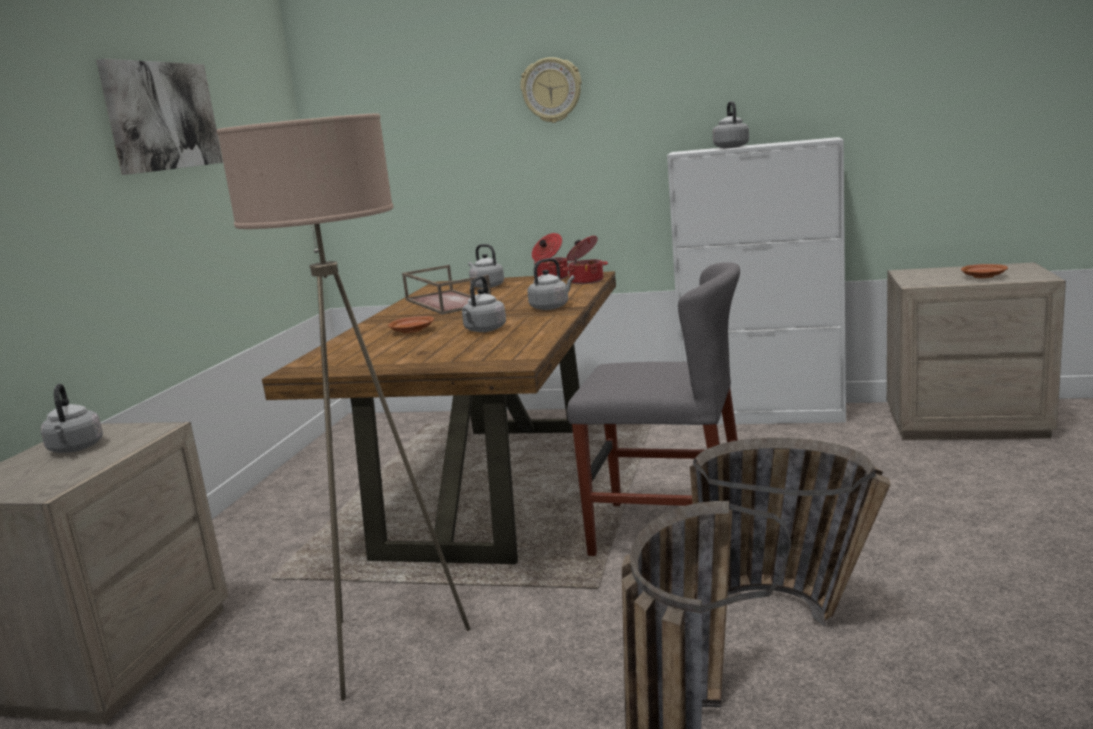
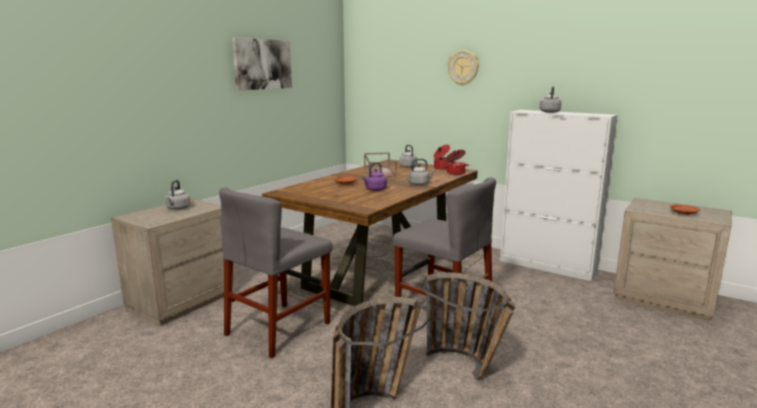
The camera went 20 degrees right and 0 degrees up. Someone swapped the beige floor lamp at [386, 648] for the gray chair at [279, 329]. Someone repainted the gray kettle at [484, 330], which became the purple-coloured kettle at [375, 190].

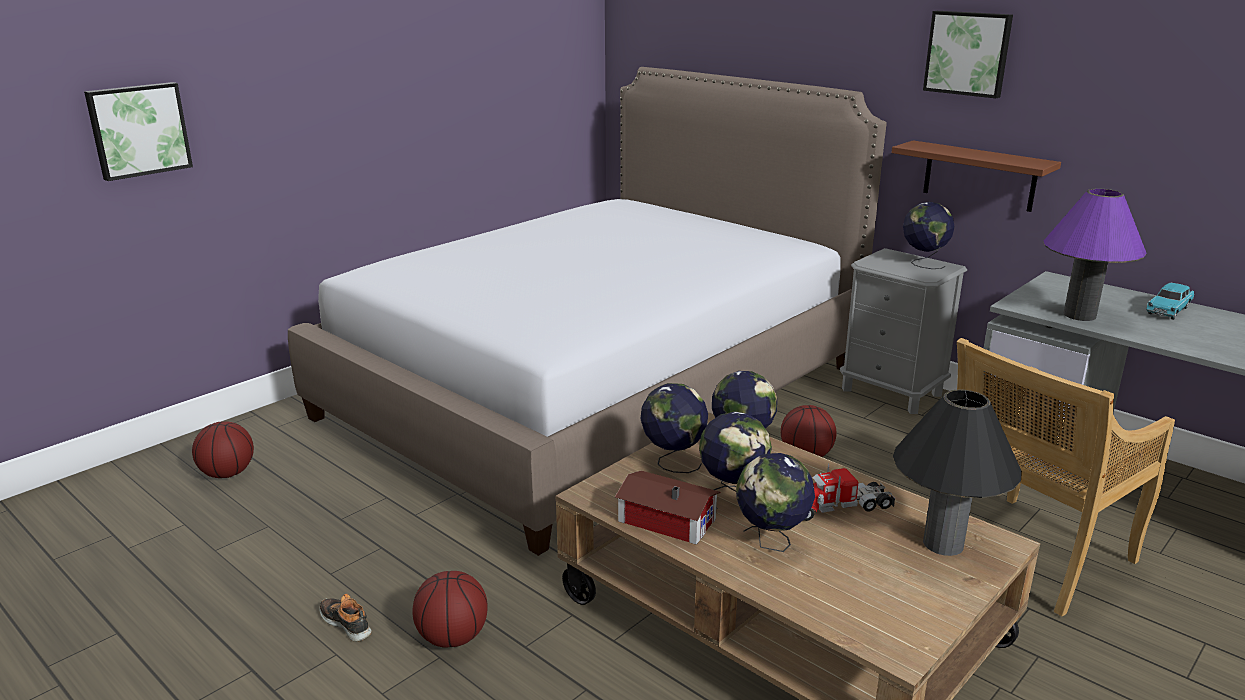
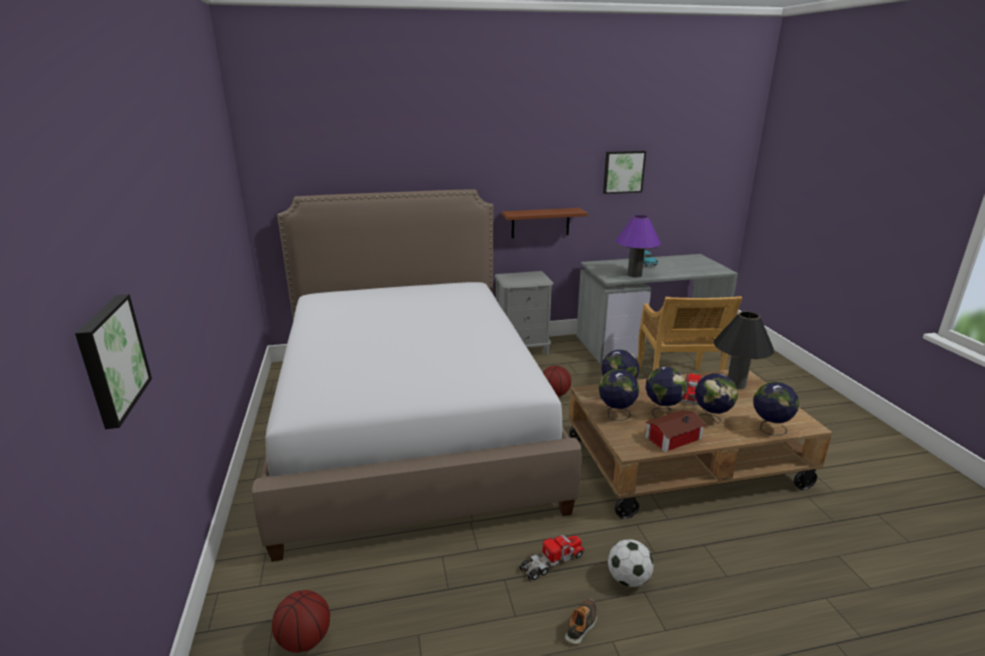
The camera went 55 degrees left and 0 degrees up. Someone carried the wall picture from [968, 53] to [623, 172]. Someone carried the desk globe from [923, 263] to [769, 429]. Someone swapped the basketball ball at [452, 637] for the football at [628, 579]. Someone rotated the low shoe at [346, 623] by 135 degrees clockwise. Someone put down the toy truck at [552, 562].

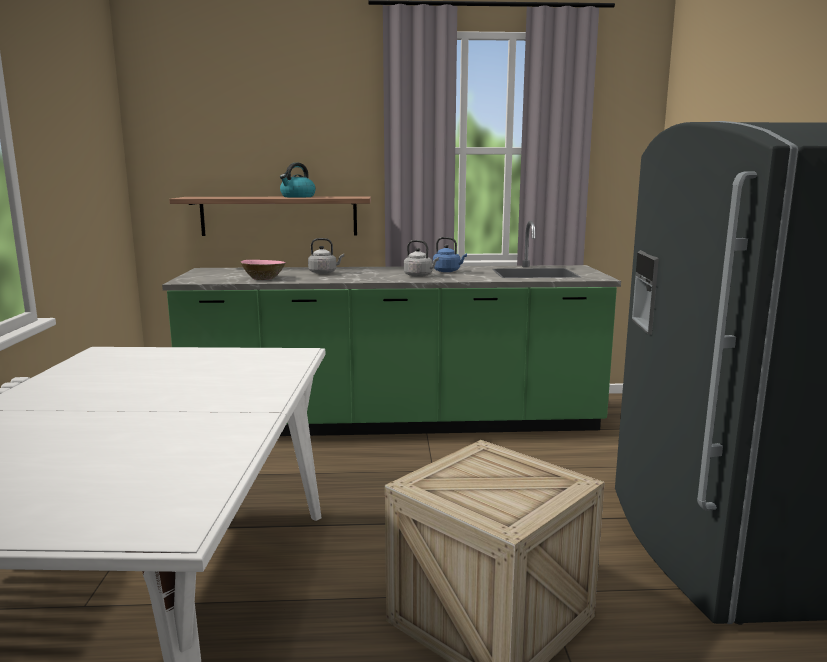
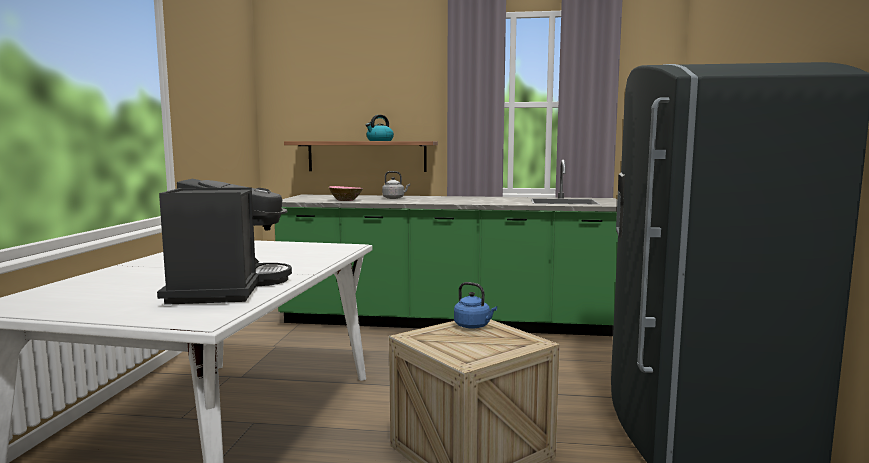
The camera went 10 degrees right and 5 degrees down. Someone carried the bluish kettle from [448, 271] to [473, 326]. Someone took away the gray kettle at [419, 275]. Someone put down the coffee brewer at [225, 288].

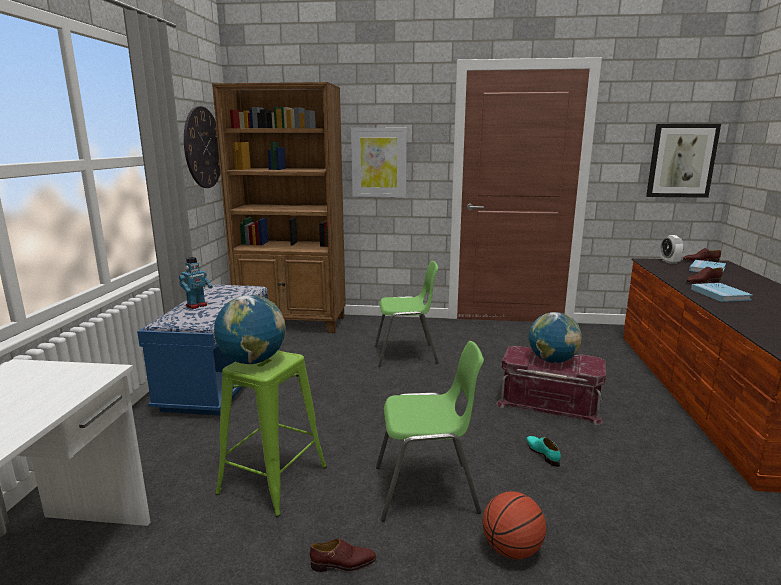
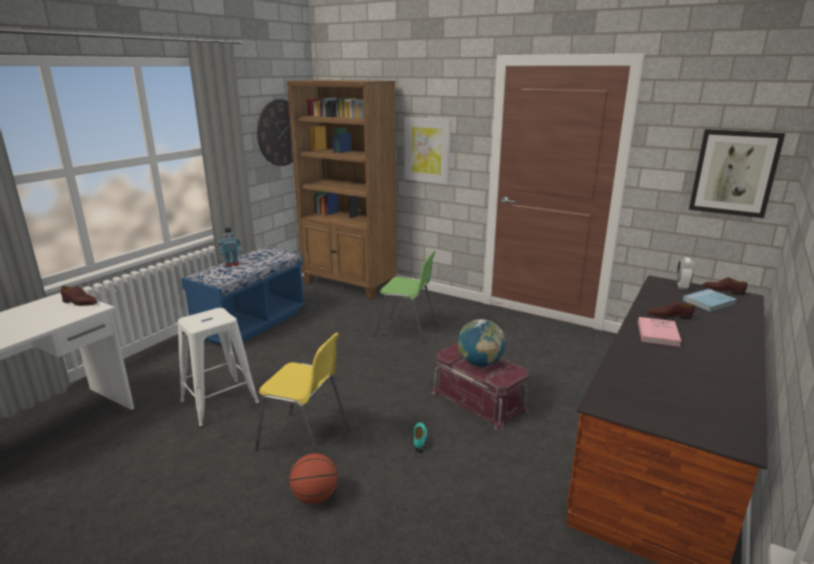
The camera went 25 degrees right and 5 degrees up. Someone repainted the bluish volume at [720, 294], which became the pink-coloured volume at [658, 333]. Someone took away the desk globe at [252, 361]. Someone repainted the green chair at [427, 490], which became the yellow-coloured chair at [305, 439]. Someone repainted the green sitting stool at [272, 480], which became the white-coloured sitting stool at [219, 403]. Someone carried the brown-coloured low shoe from [343, 564] to [79, 303].

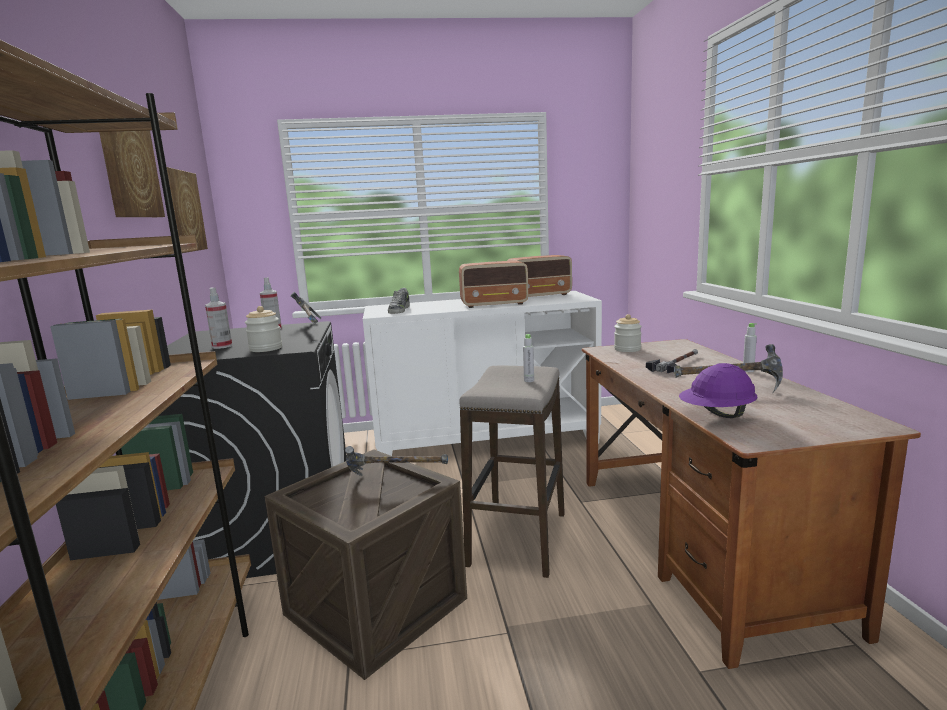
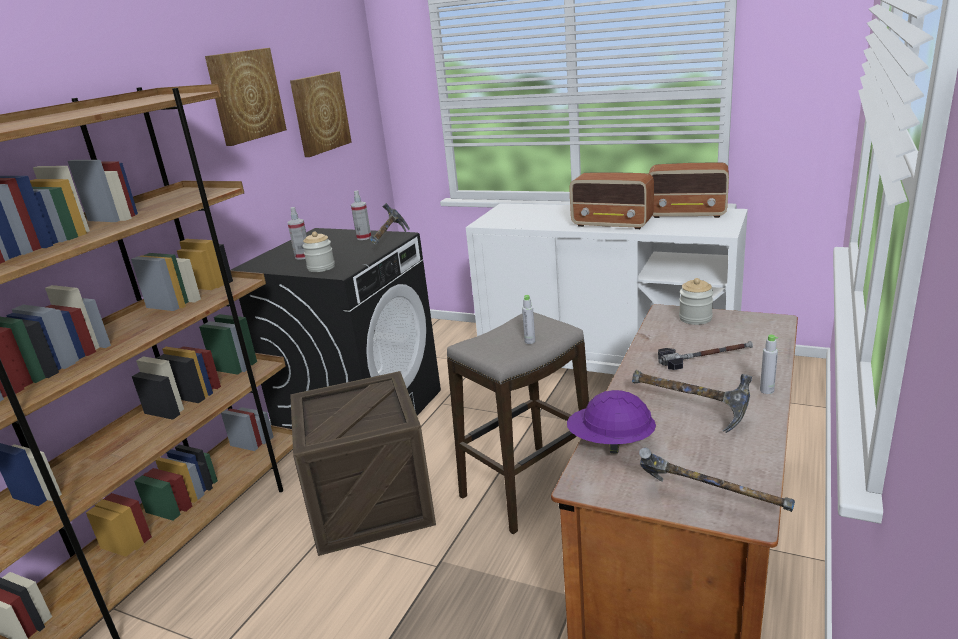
The camera went 35 degrees right and 10 degrees up. Someone took away the low shoe at [399, 310]. Someone carried the hammer from [395, 479] to [707, 506].

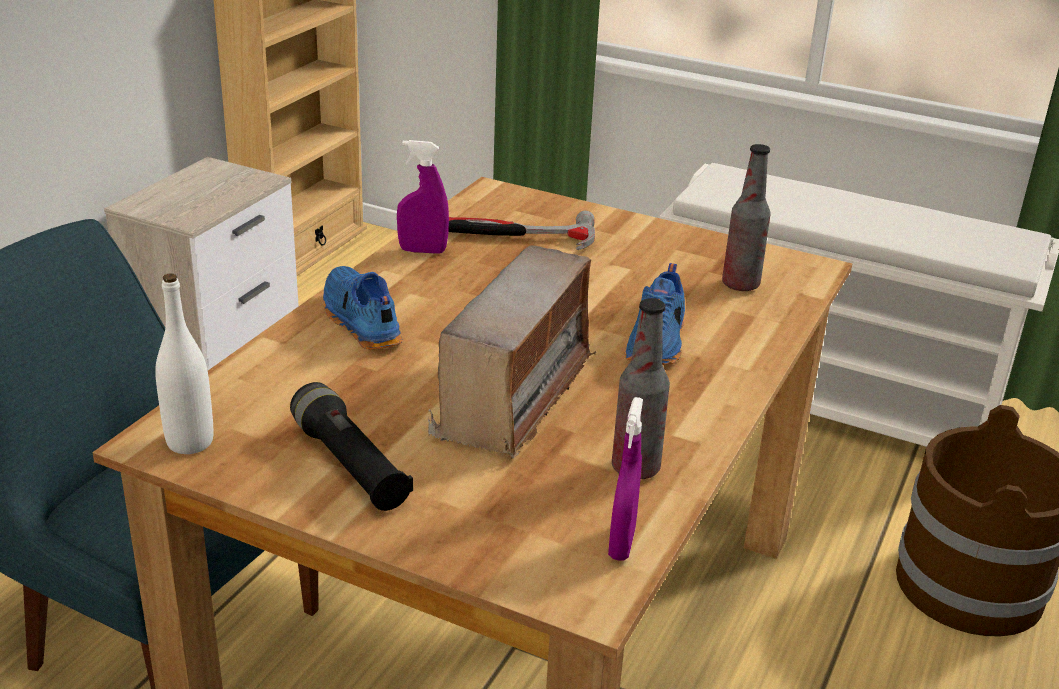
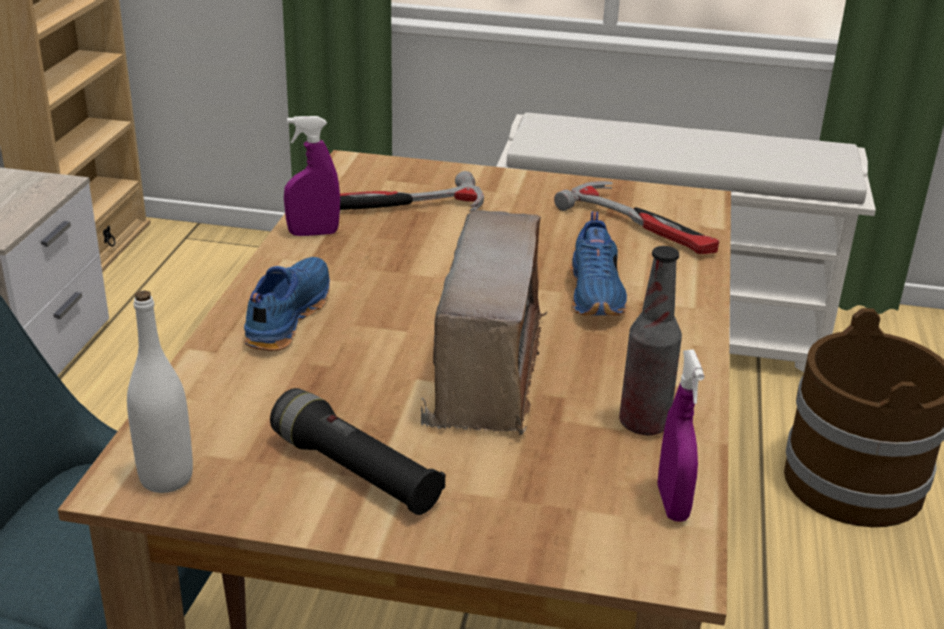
The camera went 15 degrees left and 0 degrees up. Someone swapped the drink bottle at [740, 285] for the hammer at [642, 225]. Someone rotated the bluish low shoe at [359, 322] by 60 degrees clockwise.

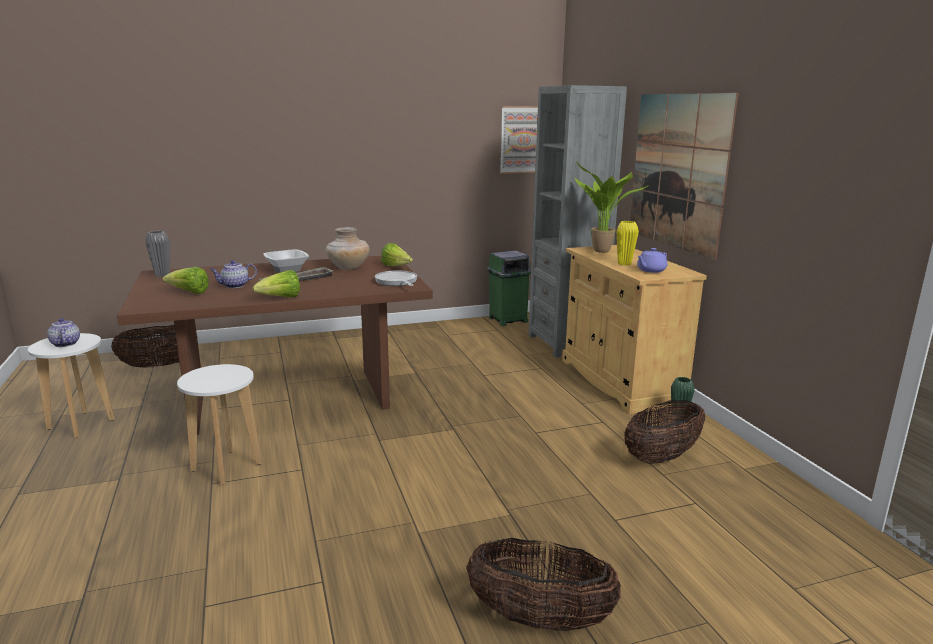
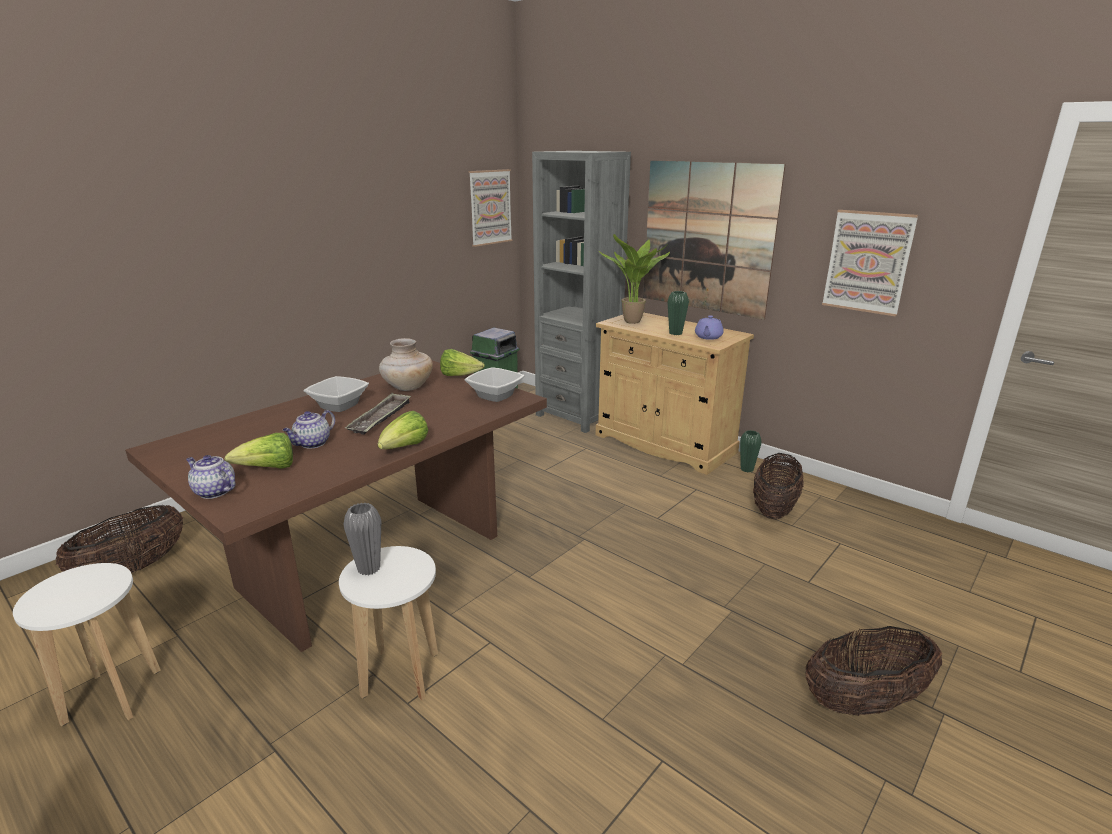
The camera went 30 degrees left and 5 degrees up. Someone repainted the yellow-coloured vase at [624, 263], which became the green vase at [675, 333]. Someone carried the gray vase from [162, 275] to [369, 569]. Someone swapped the pan at [397, 282] for the deep dish at [495, 396]. Someone carried the pot for tea from [65, 344] to [214, 491]. Someone put up the wall picture at [868, 262].

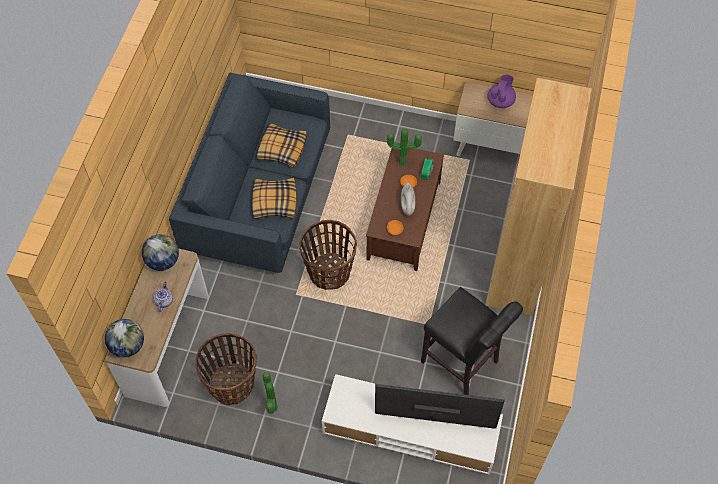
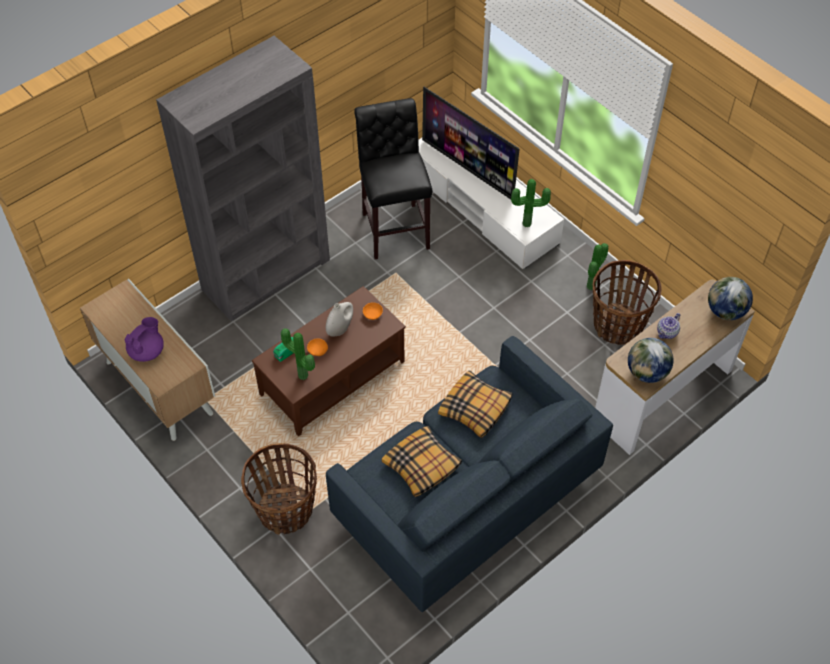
The camera went 145 degrees left and 5 degrees down. Someone rotated the purple-coloured pot for tea at [500, 101] by 150 degrees clockwise. Someone repainted the brown-coloured bookshelf at [517, 265], which became the gray bookshelf at [266, 274]. Someone carried the household basket from [329, 272] to [285, 510]. Someone put down the potted plant at [527, 225].

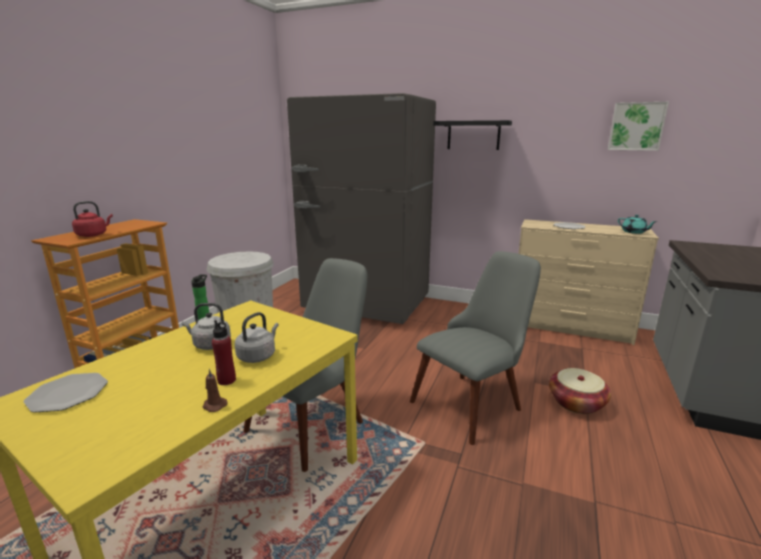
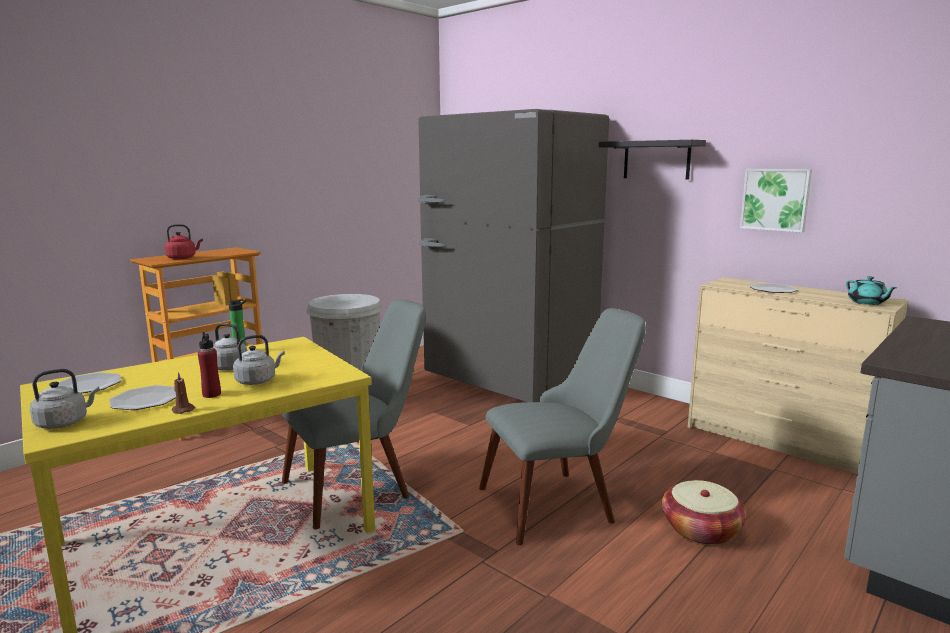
The camera went 20 degrees right and 5 degrees down. Someone carried the wall picture from [636, 126] to [775, 199]. Someone put down the gray kettle at [65, 423]. Someone put down the dinner plate at [146, 400].

